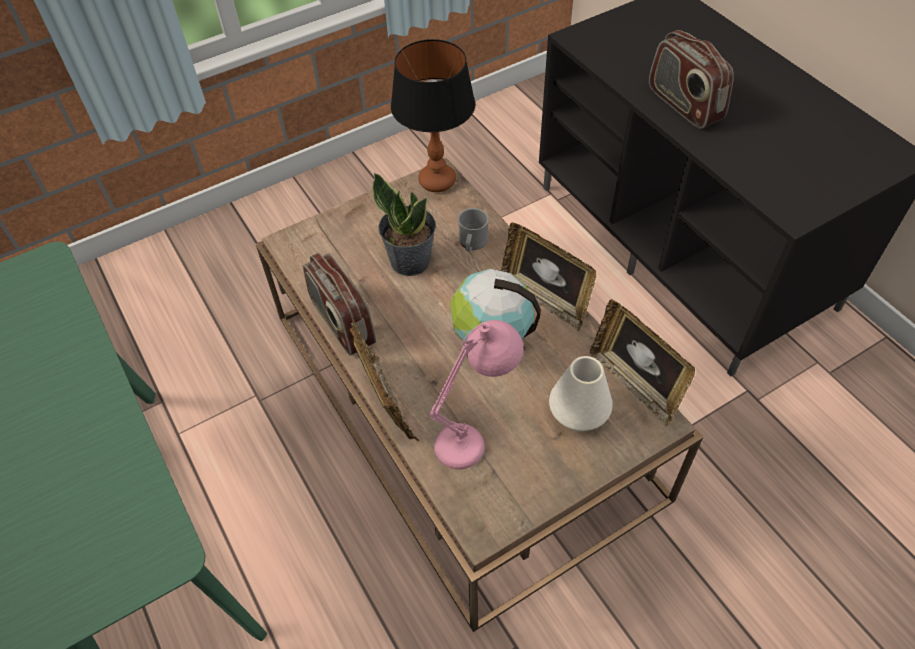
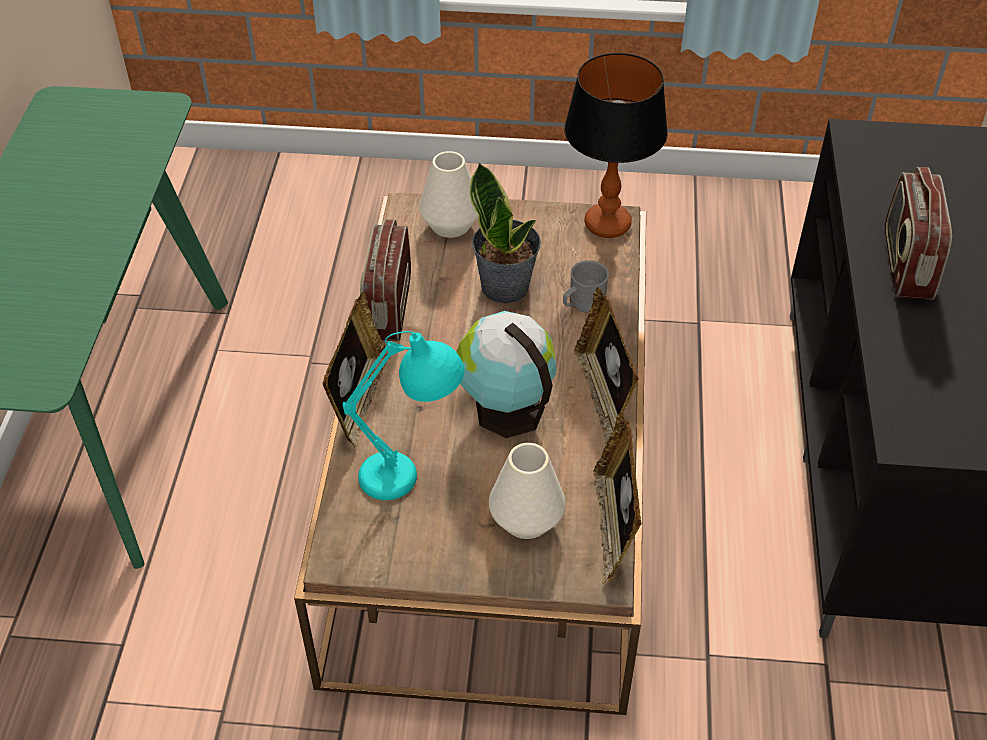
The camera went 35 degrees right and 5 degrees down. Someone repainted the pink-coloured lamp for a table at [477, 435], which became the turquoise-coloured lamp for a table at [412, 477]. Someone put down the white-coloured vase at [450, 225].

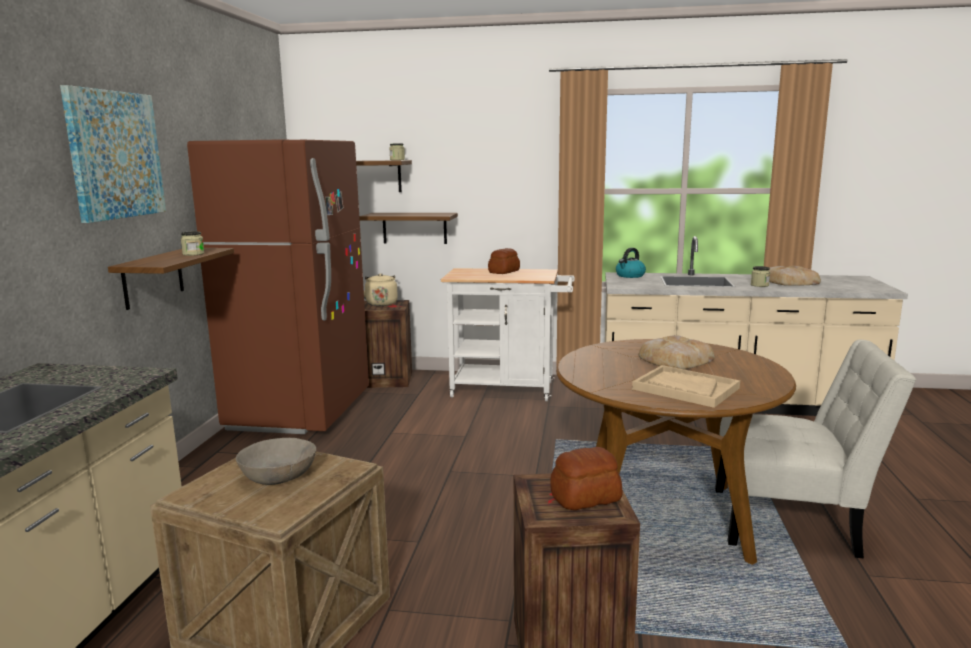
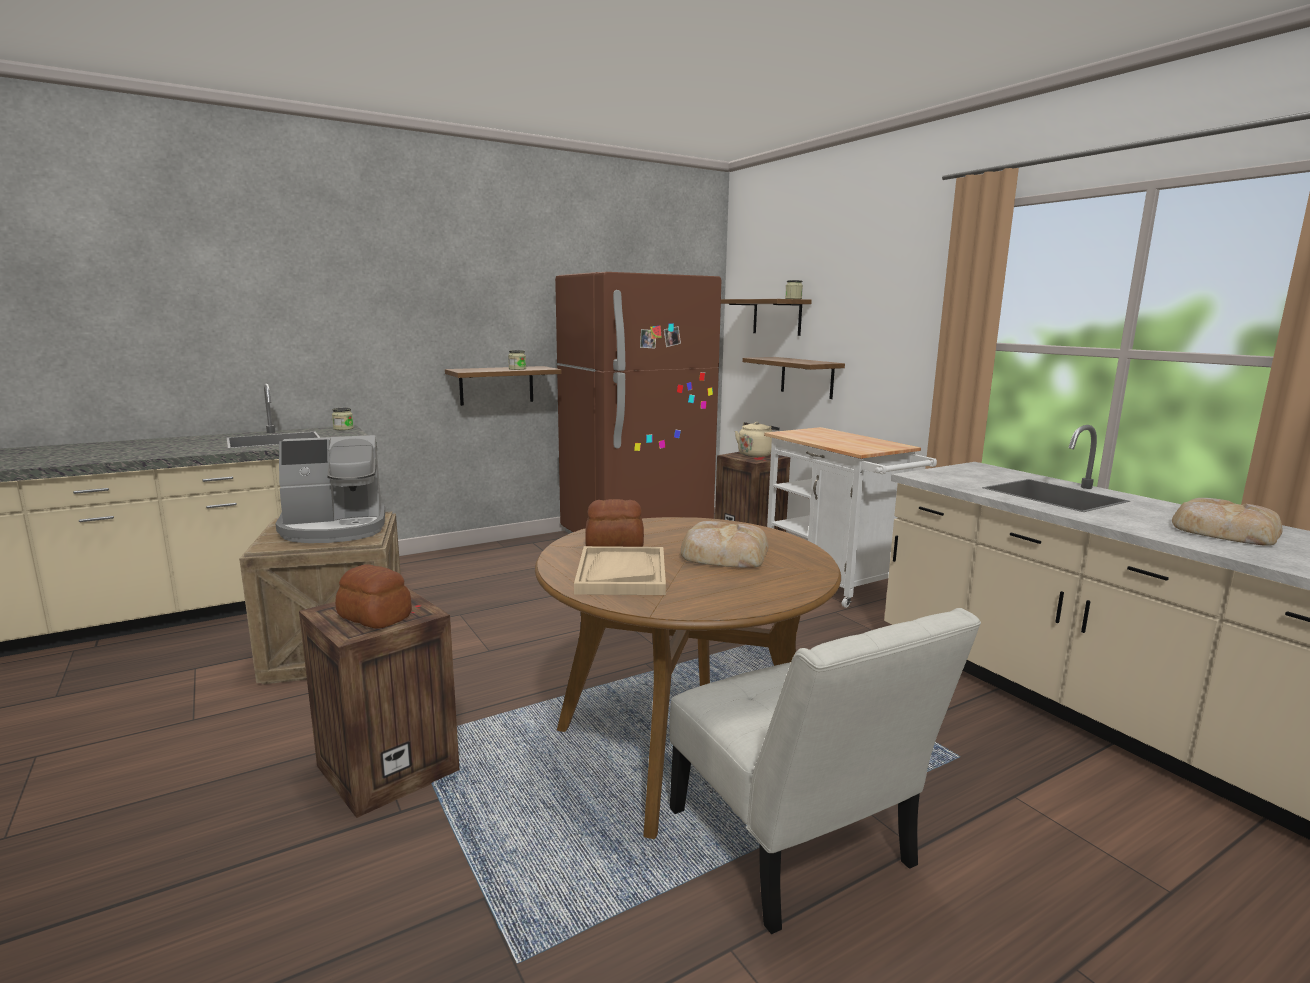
The camera went 50 degrees right and 0 degrees up. Someone took away the wall picture at [115, 155]. Someone carried the bread from [503, 272] to [614, 544]. Someone took away the kettle at [630, 276]. Someone carried the preserve jar from [759, 285] to [343, 428]. Someone swapped the gray deep dish at [278, 475] for the coffee brewer at [334, 529].

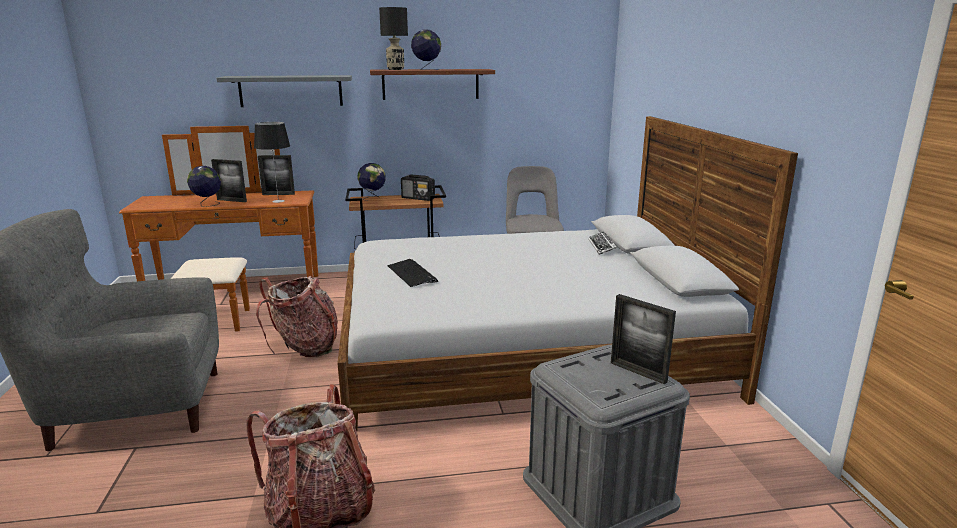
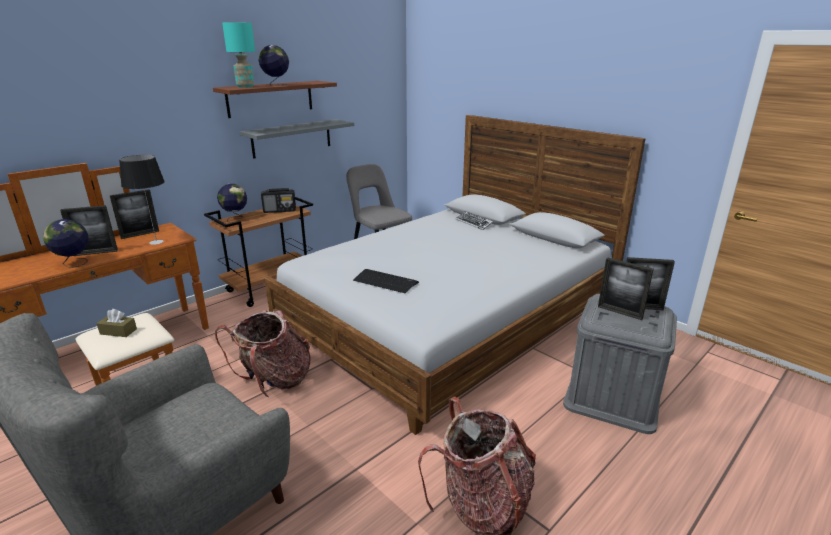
The camera went 35 degrees left and 5 degrees up. Someone repainted the black-coloured lamp for a table at [396, 69], which became the turquoise-coloured lamp for a table at [245, 86]. Someone carried the gray shelf from [291, 91] to [292, 138]. Someone put down the standing frame at [619, 312]. Someone put down the brown-coloured tissue box at [118, 331].

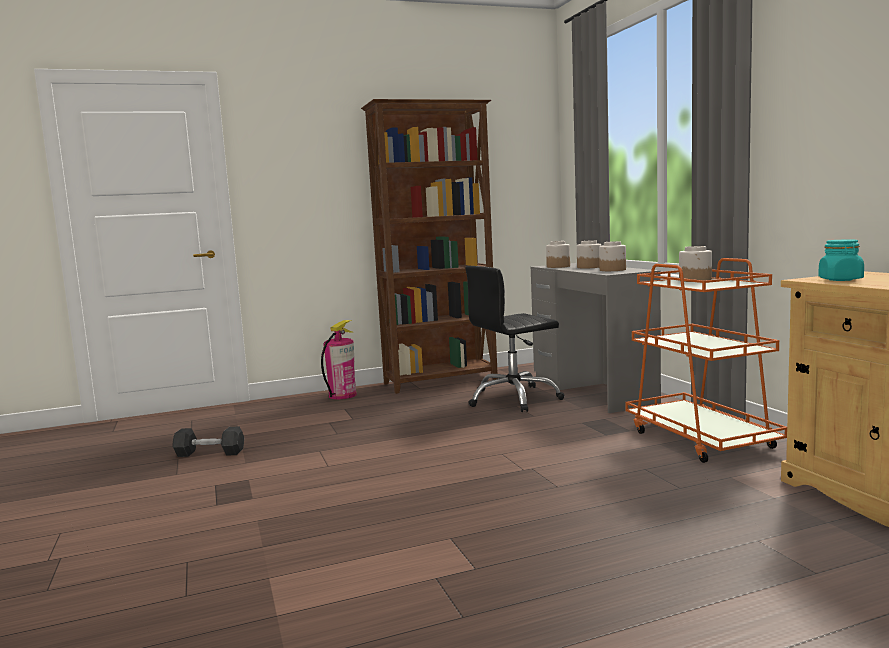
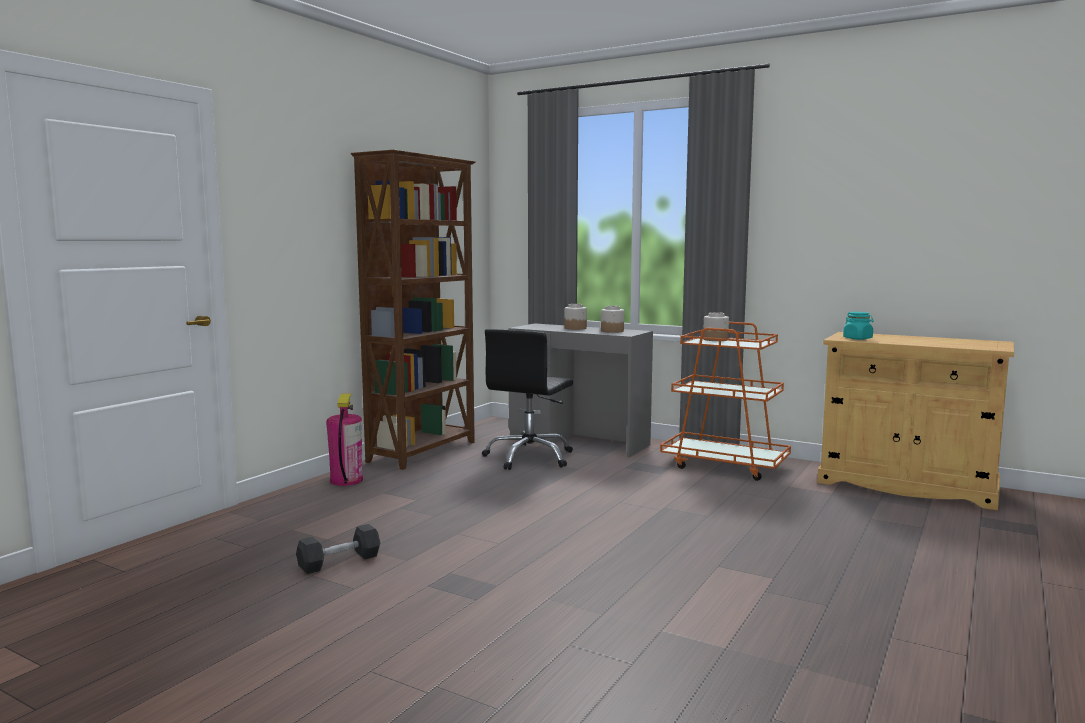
The camera went 40 degrees left and 0 degrees up. Someone took away the preserve jar at [558, 266].

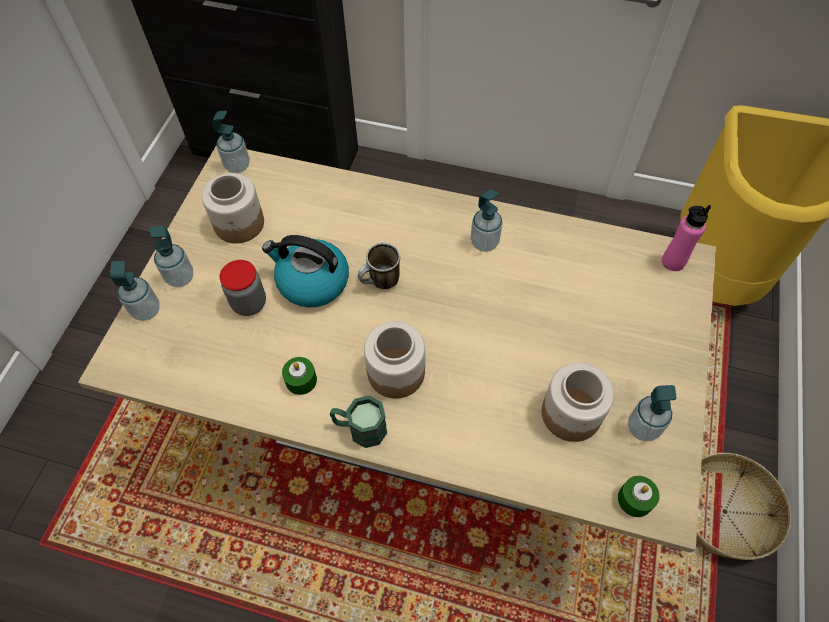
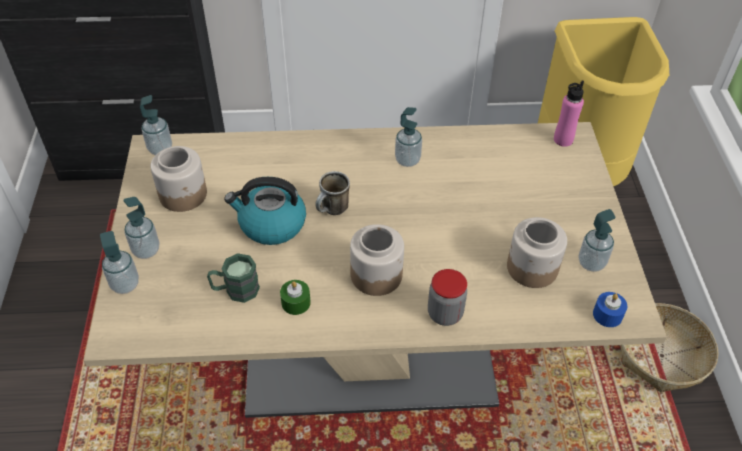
The camera went 20 degrees left and 10 degrees down. Someone carried the preserve jar from [249, 303] to [445, 314]. Someone carried the green coffee mug from [360, 428] to [235, 290]. Someone repainted the green wax candle at [635, 499], which became the bluish wax candle at [607, 315].

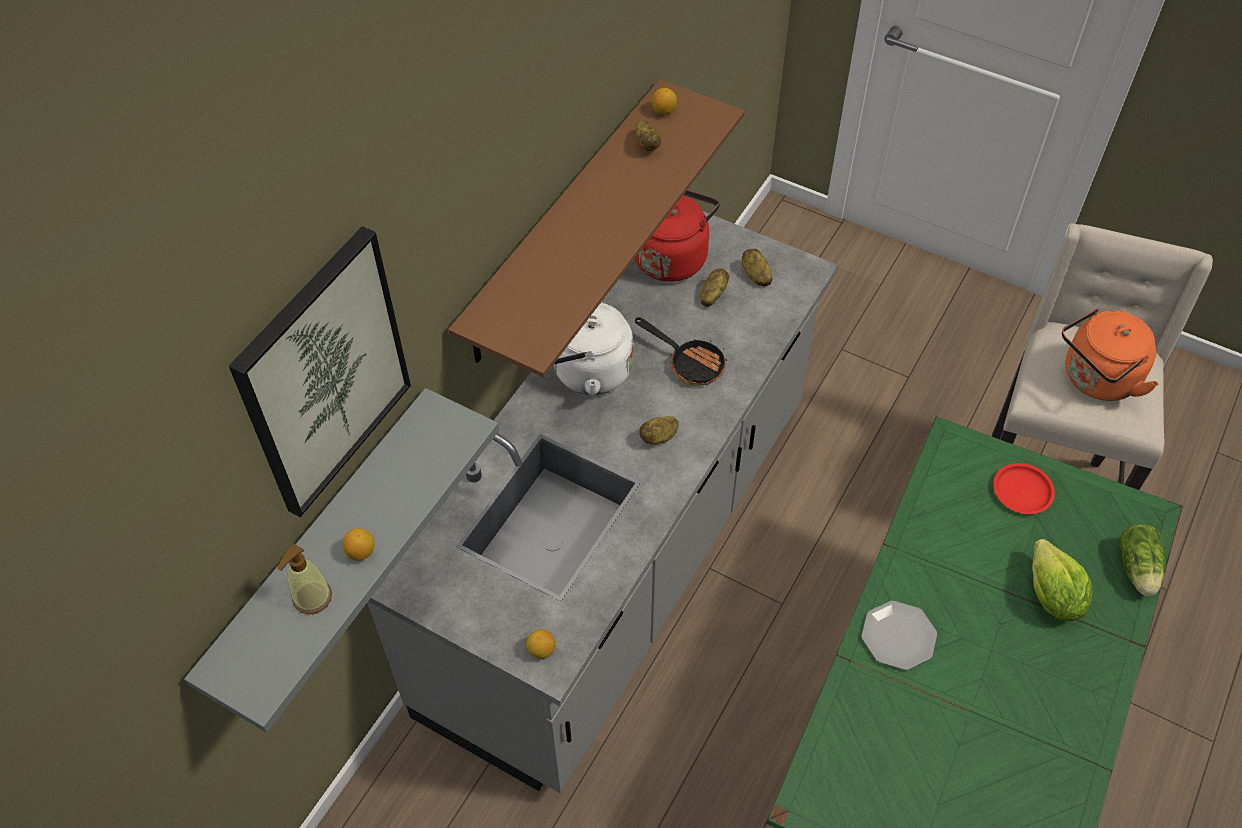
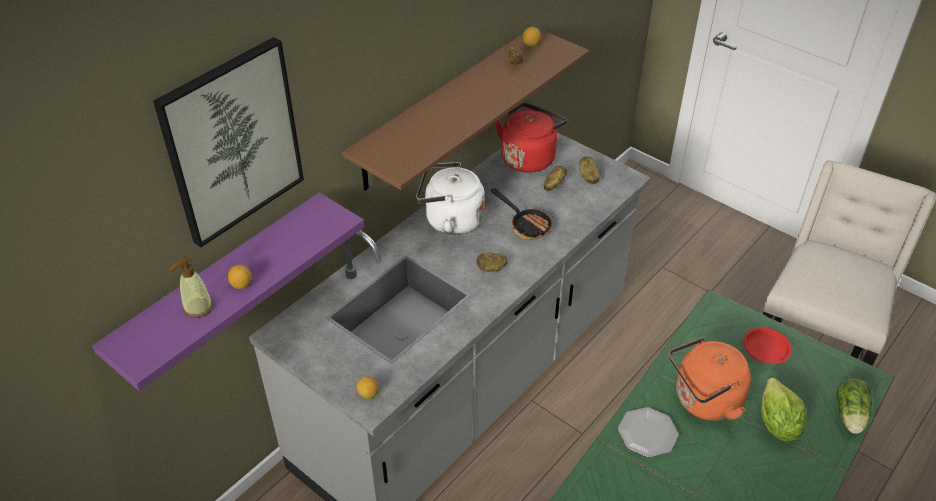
The camera went 10 degrees right and 10 degrees down. Someone carried the orange kettle from [1096, 380] to [703, 401]. Someone repainted the gray shelf at [323, 546], which became the purple-coloured shelf at [221, 286].

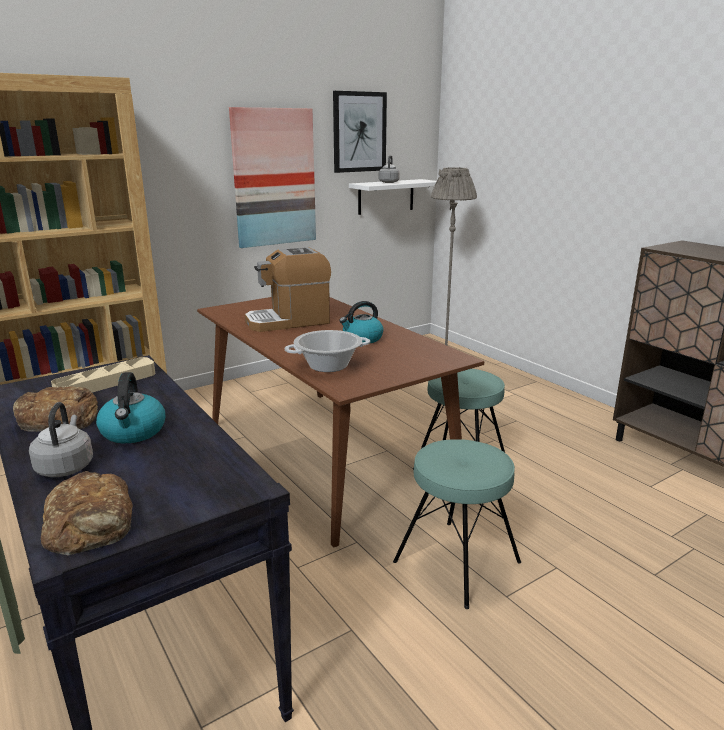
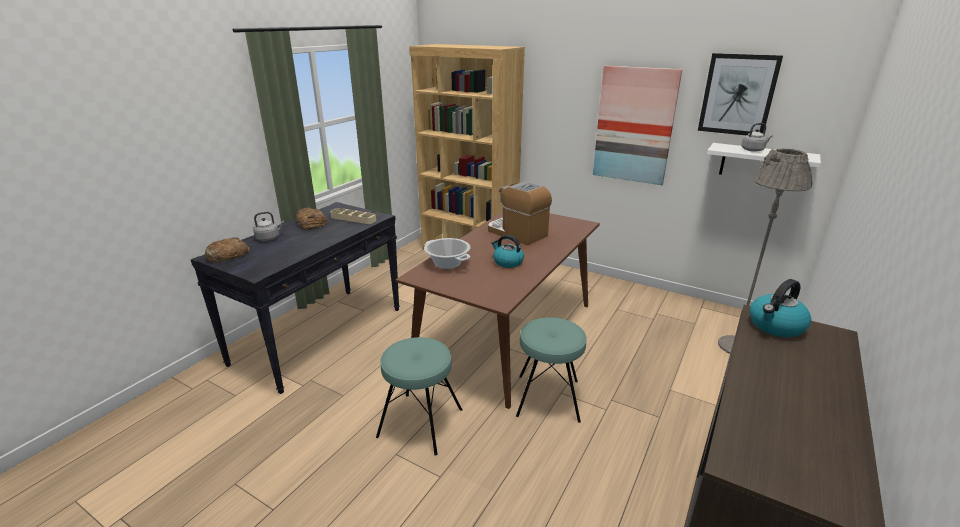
The camera went 65 degrees right and 5 degrees up. Someone carried the kettle from [133, 432] to [775, 326].

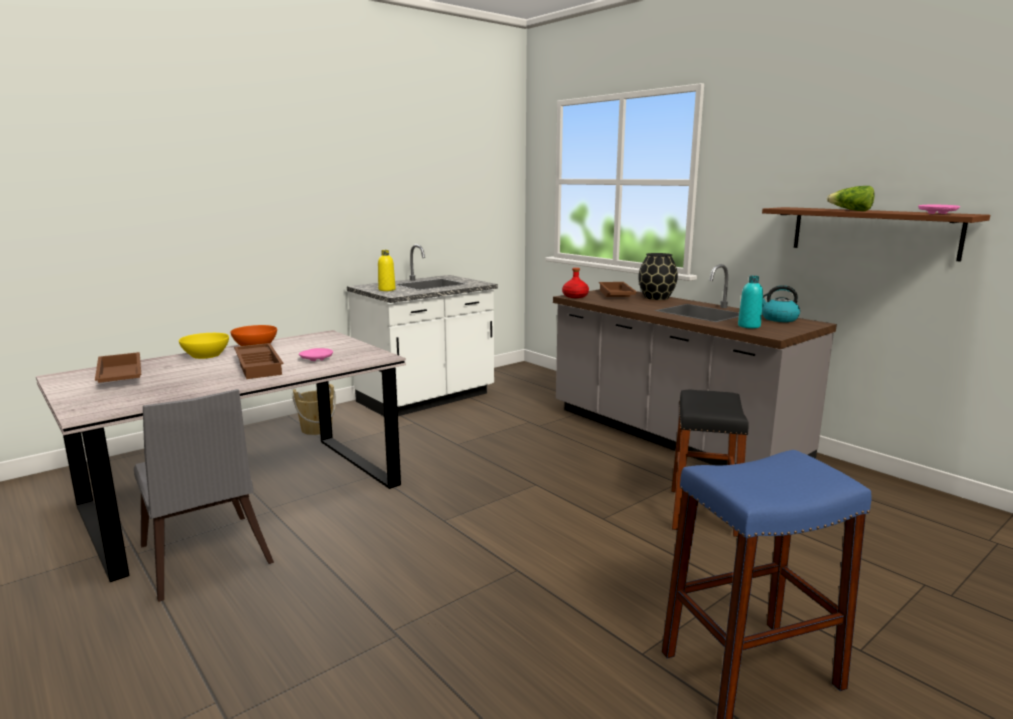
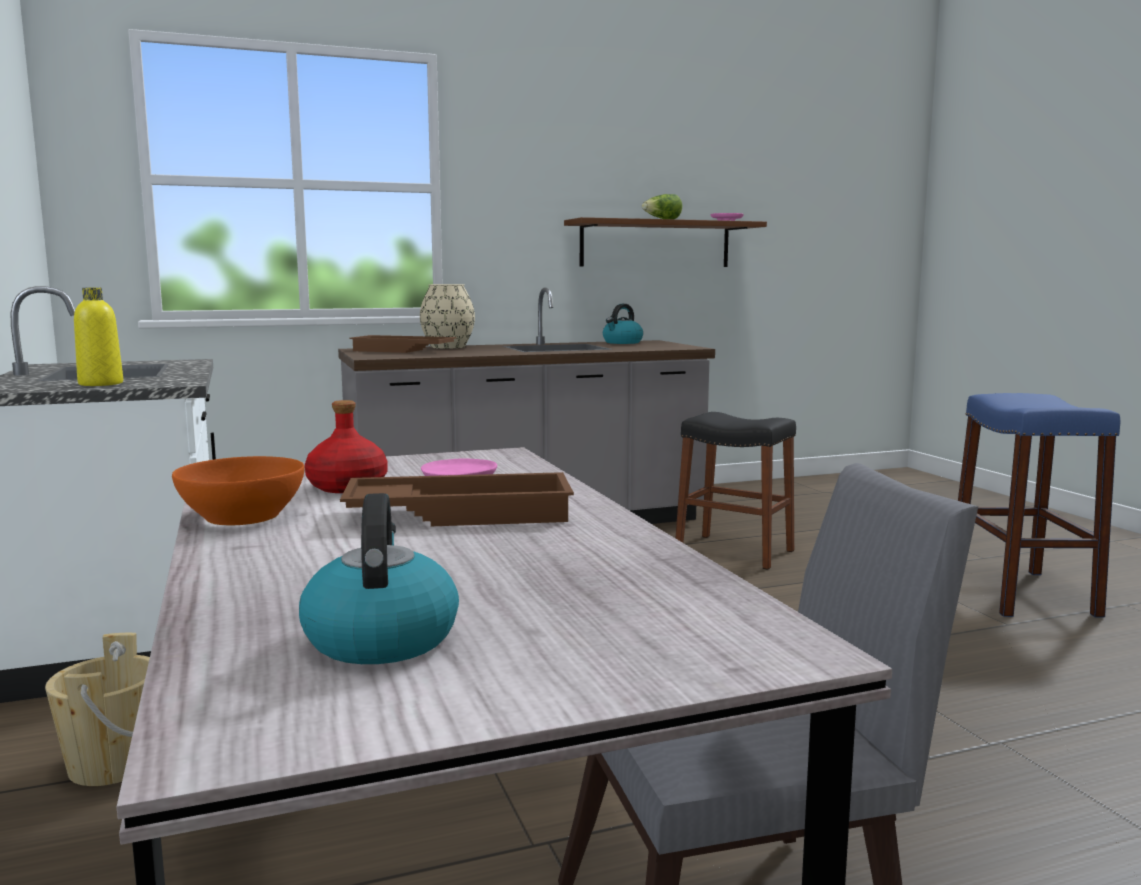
The camera went 70 degrees left and 5 degrees down. Someone repainted the black-coloured vase at [656, 297], which became the beige vase at [447, 347]. Someone carried the red-coloured drink bottle from [575, 296] to [347, 486]. Someone took away the turquoise-coloured drink bottle at [749, 326]. Someone took away the yellow-coloured deep dish at [206, 355]. Someone swapped the brown-coloured carrying tray at [119, 377] for the kettle at [380, 638].

